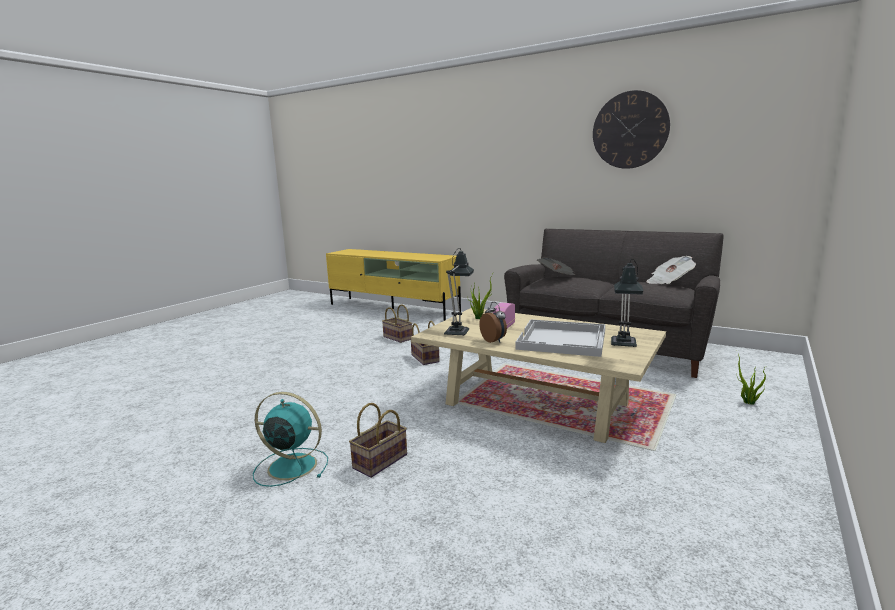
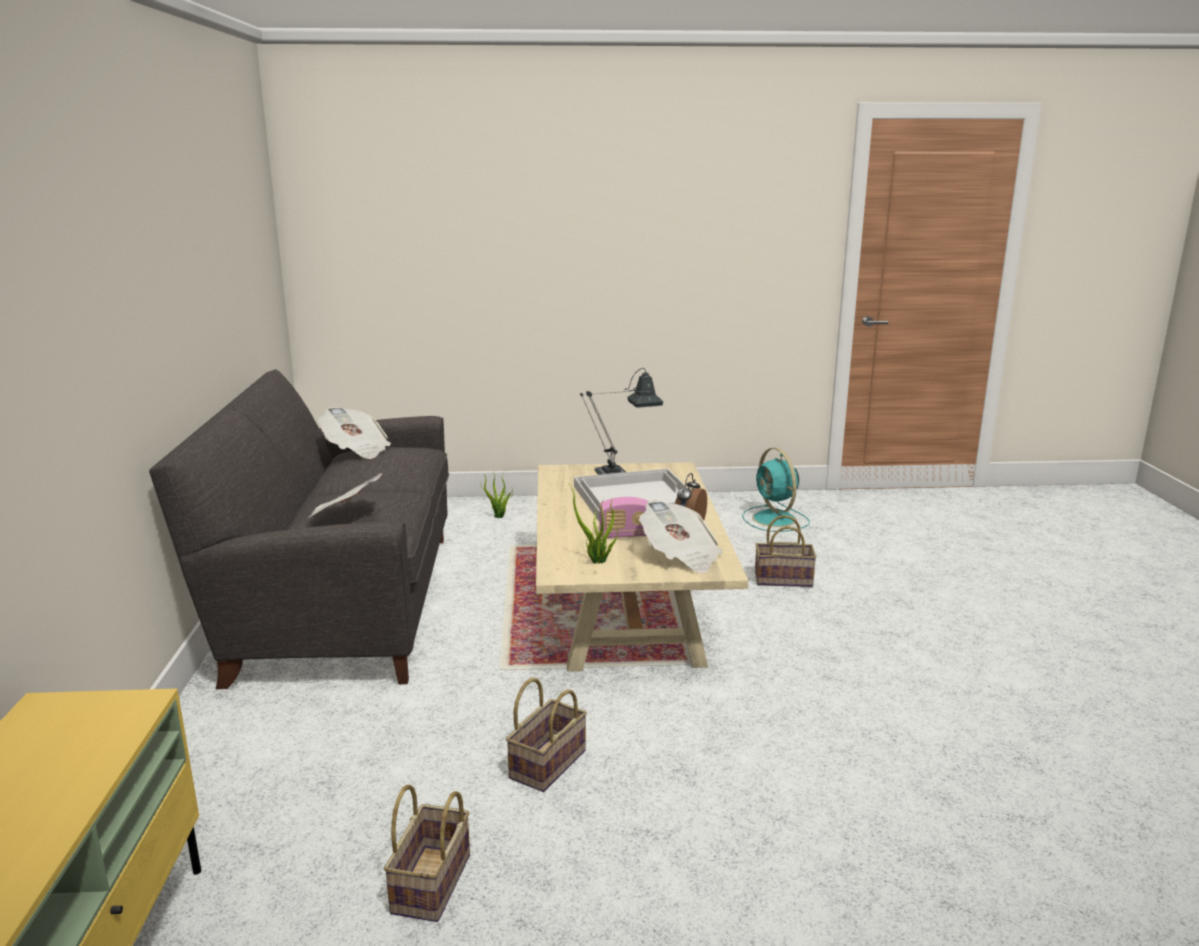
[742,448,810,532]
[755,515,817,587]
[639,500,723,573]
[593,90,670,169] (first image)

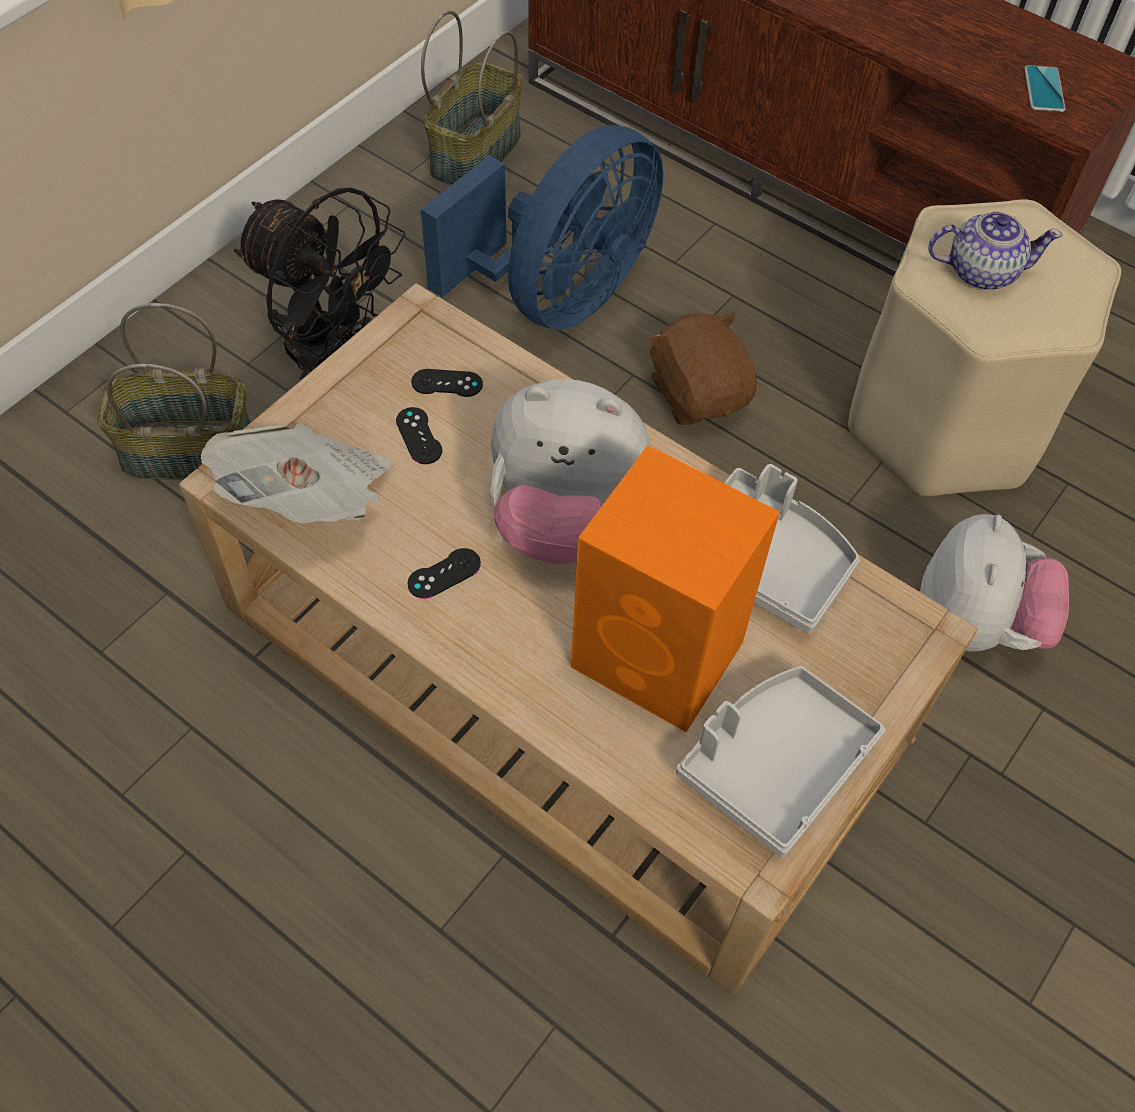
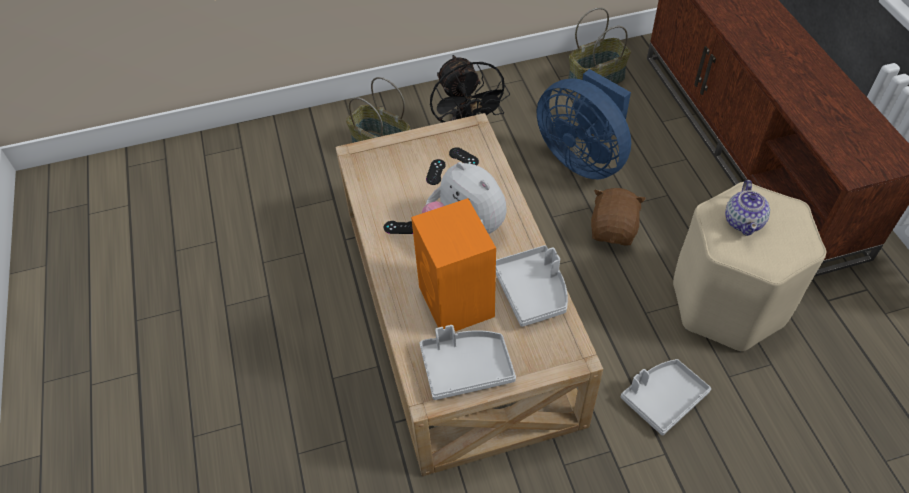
[201,424,392,524] (first image)
[537,69,631,179]
[621,359,711,435]
[725,180,770,236]
[1025,65,1065,112] (first image)

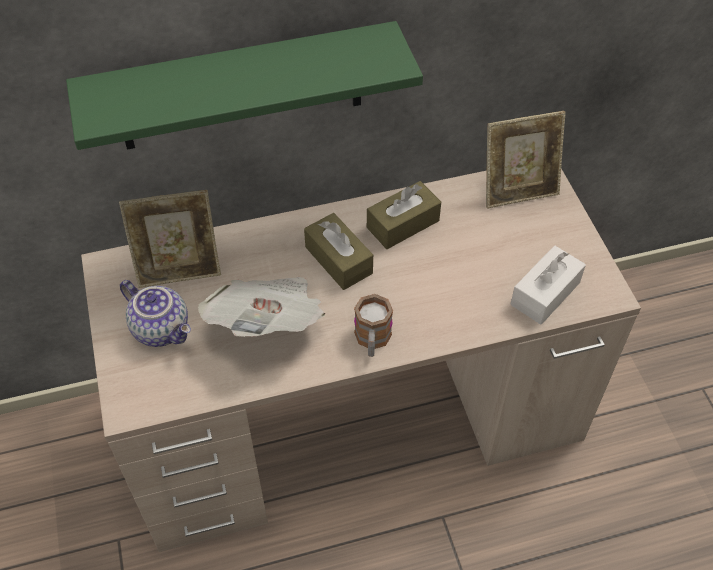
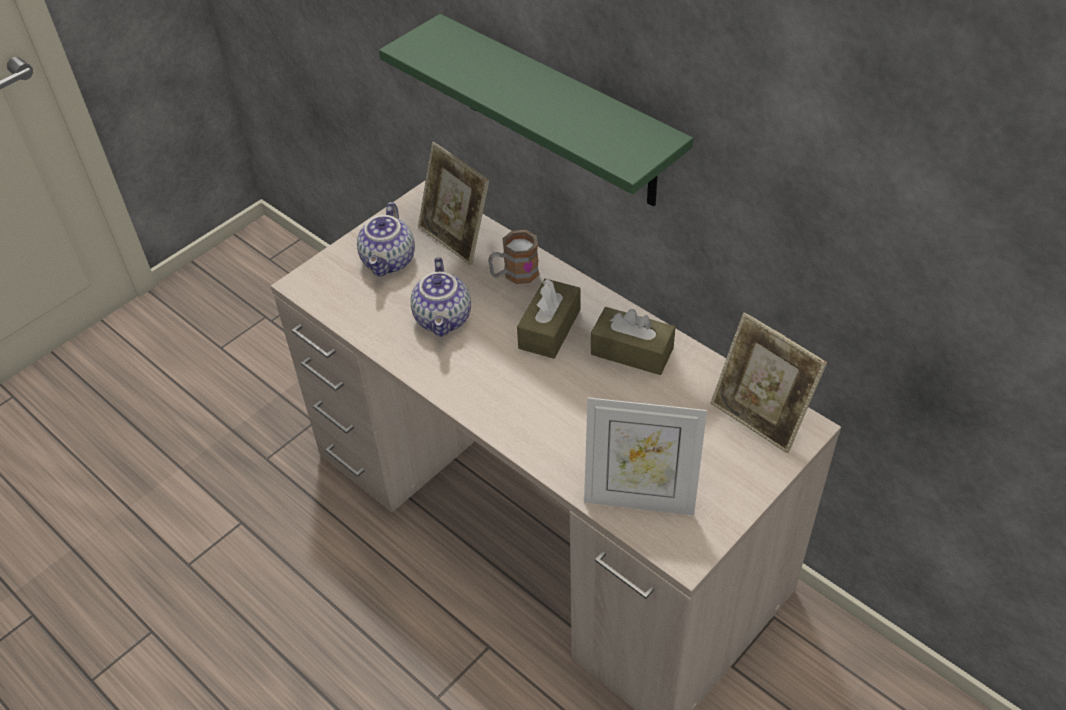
[411,257,471,337]
[488,230,539,284]
[584,398,707,515]

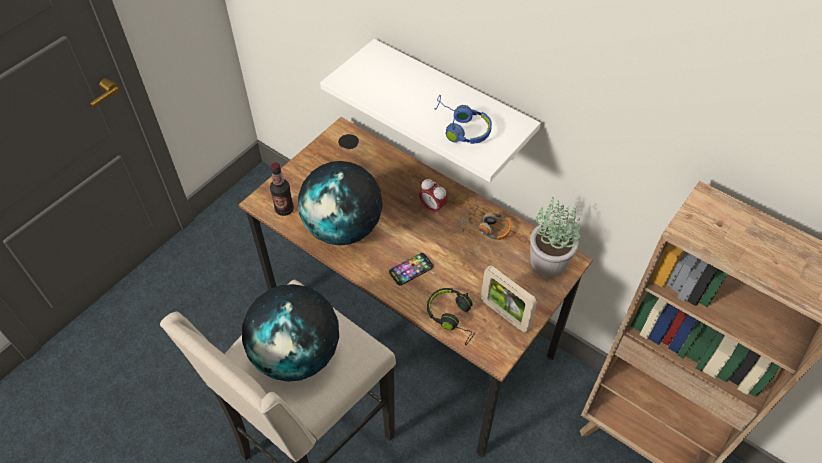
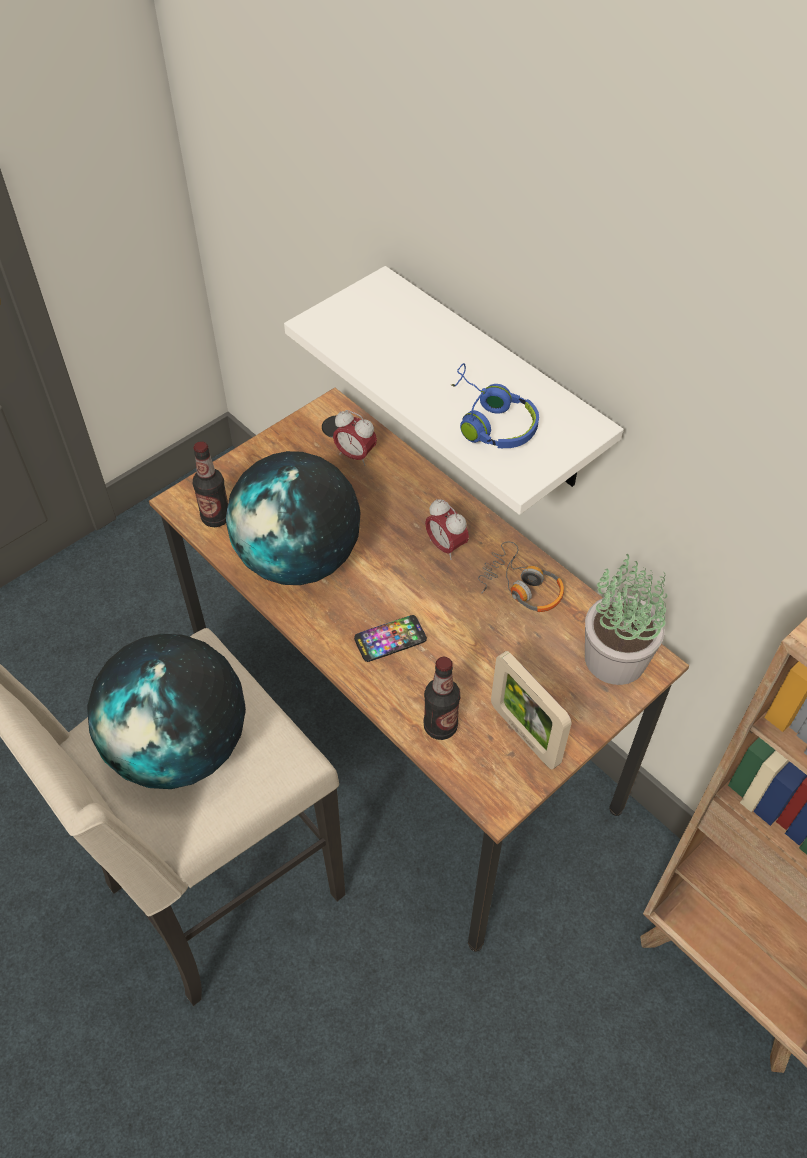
[423,657,461,740]
[333,410,377,466]

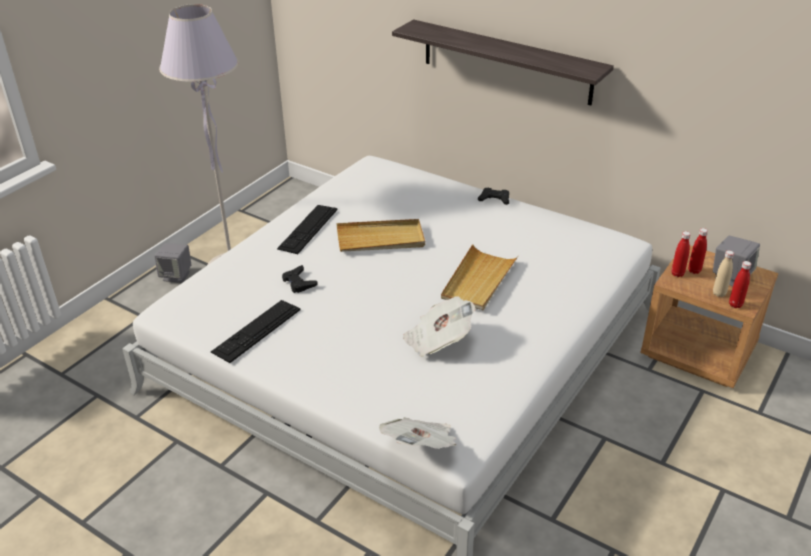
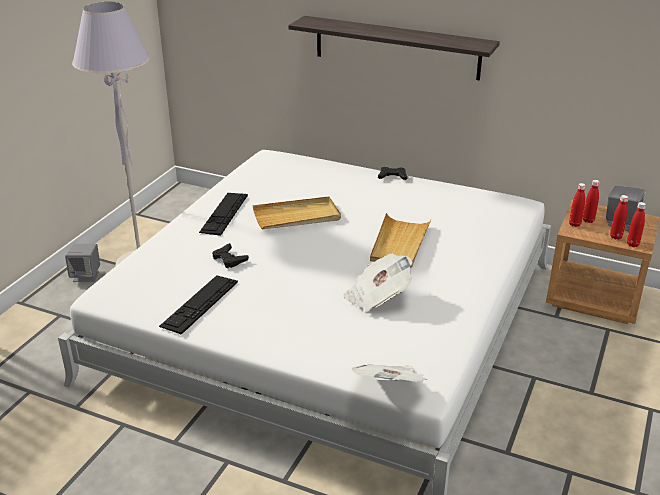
[610,195,628,240]

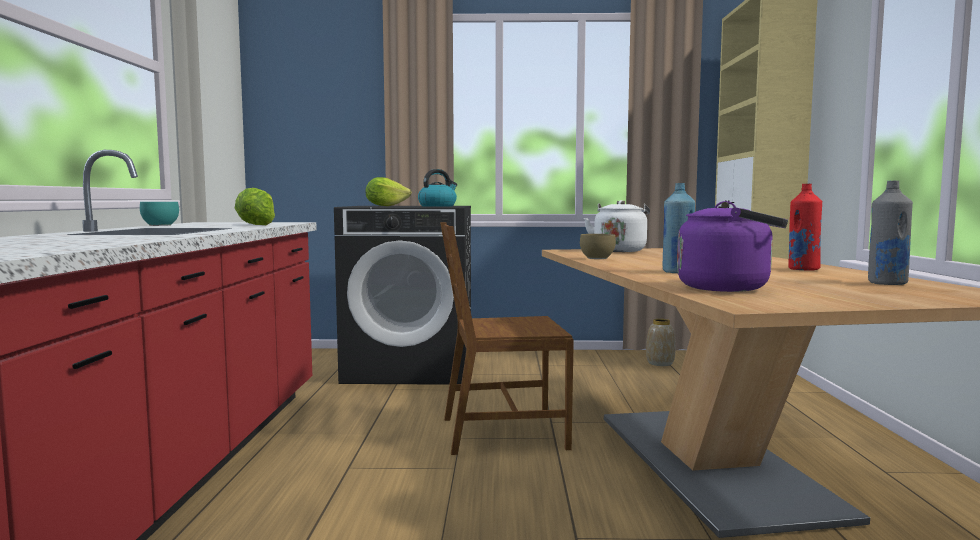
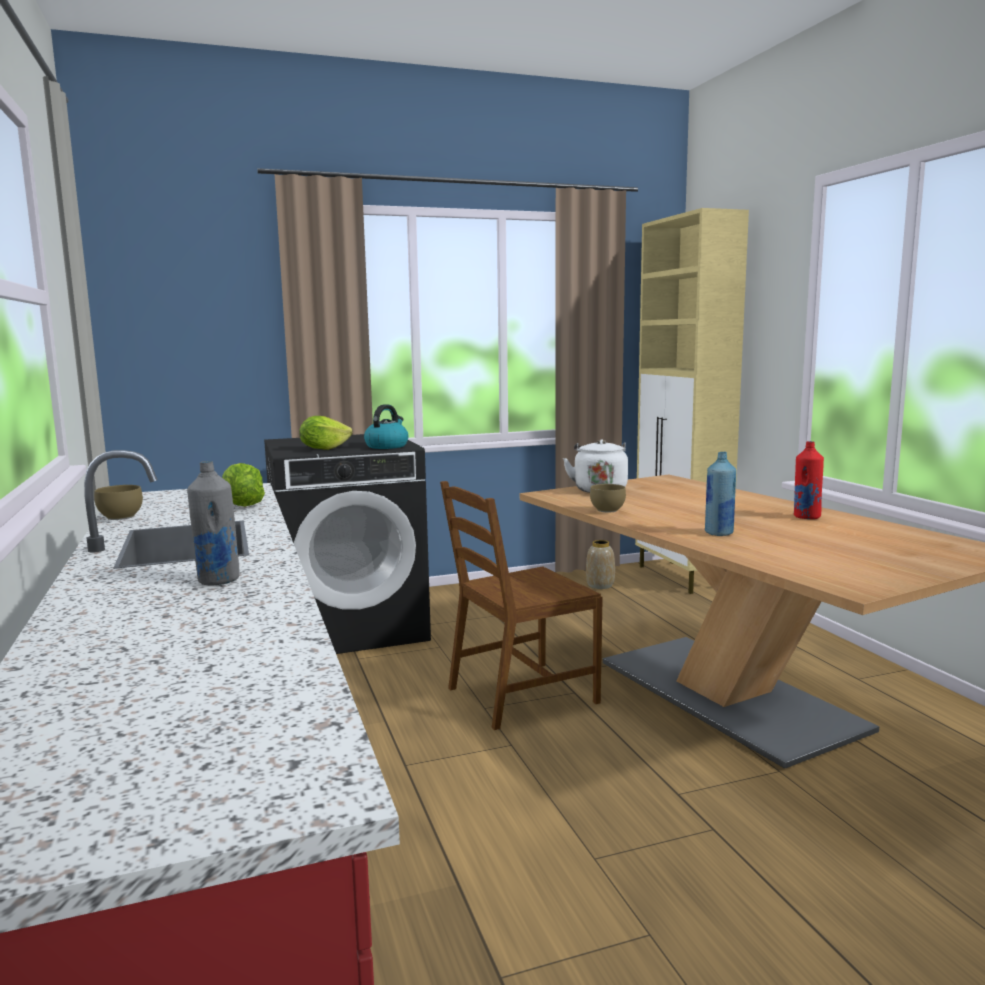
[94,485,143,520]
[677,201,788,292] (first image)
[187,461,240,586]

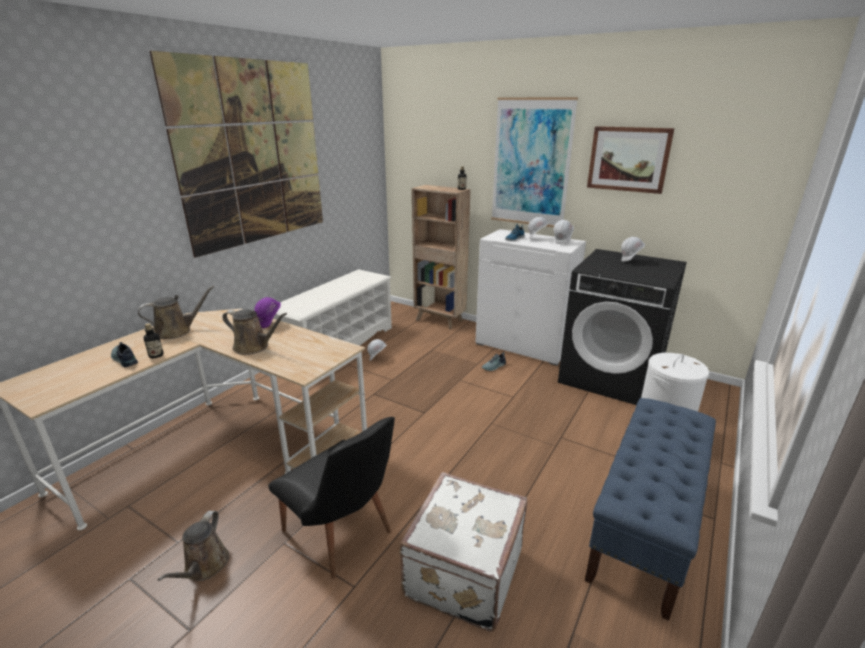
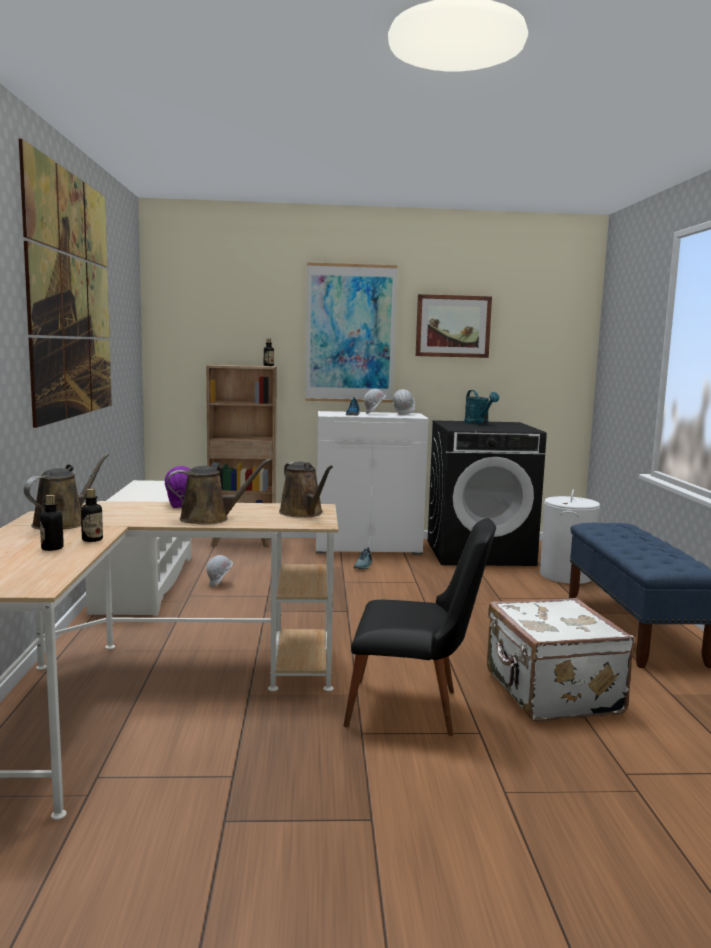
[40,495,64,551]
[279,462,333,518]
[464,390,499,425]

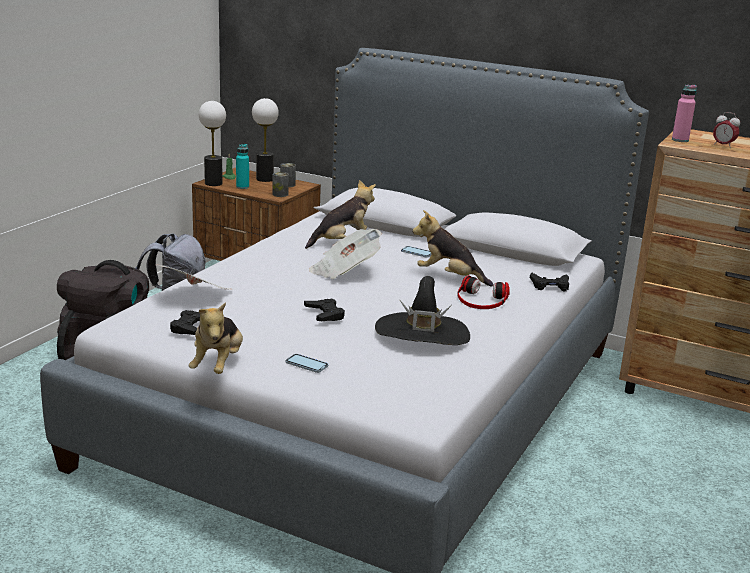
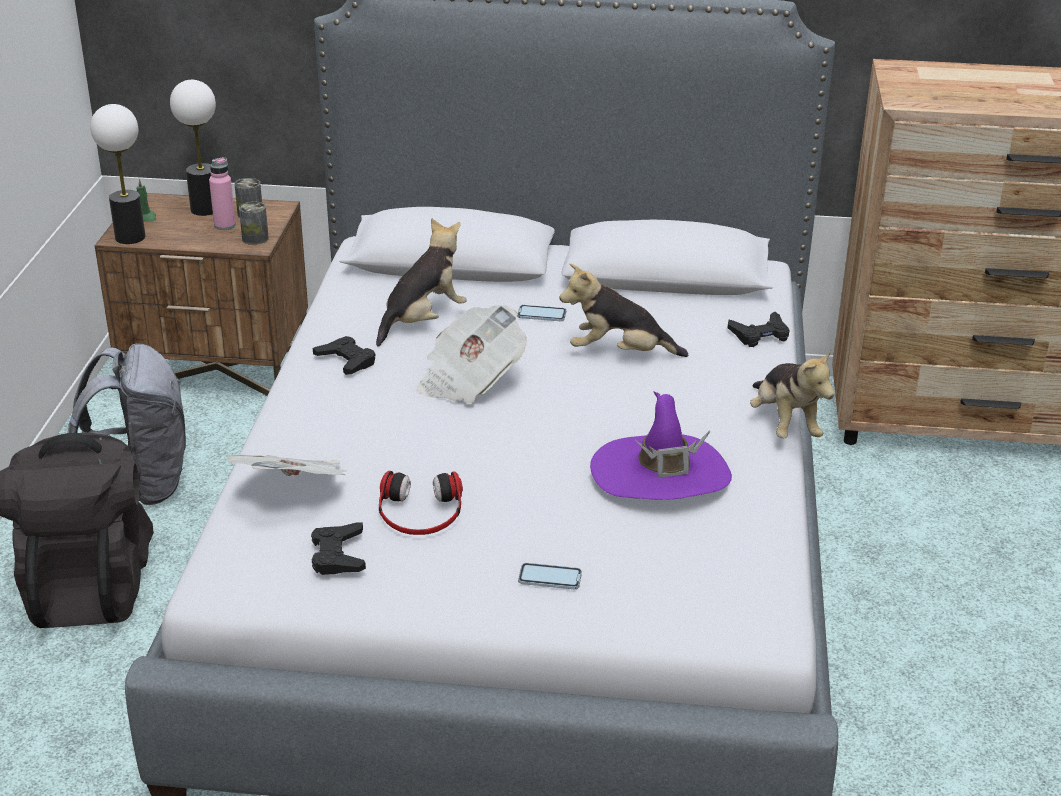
[750,350,835,438]
[236,144,249,189] (first image)
[313,336,375,375]
[590,391,732,500]
[379,471,463,535]
[209,157,236,230]
[713,112,740,148] (first image)

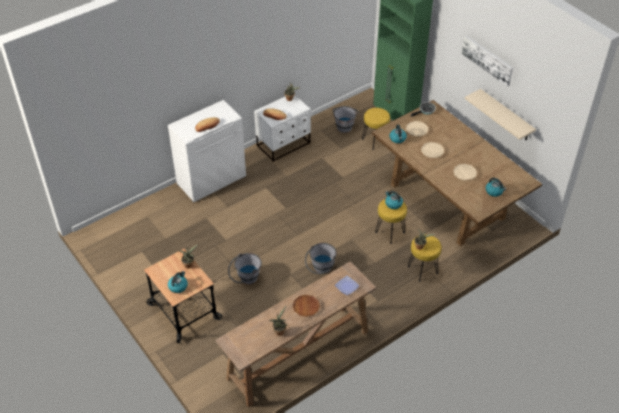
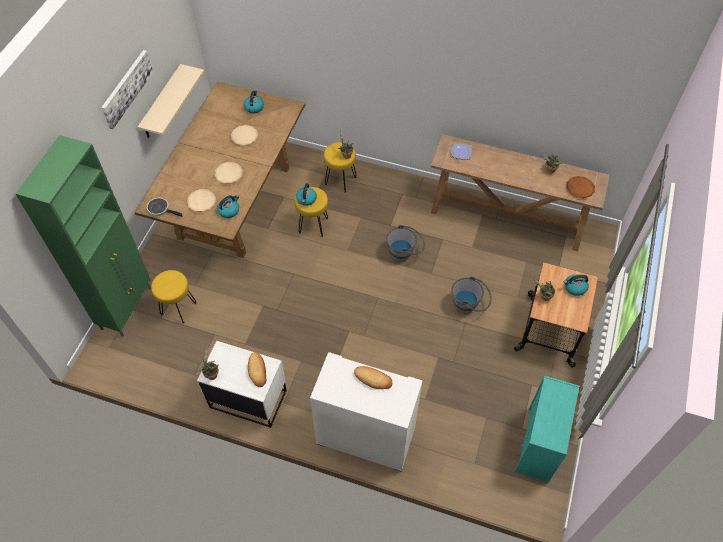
[566,176,595,198]
[332,106,359,133] (first image)
[514,375,580,482]

